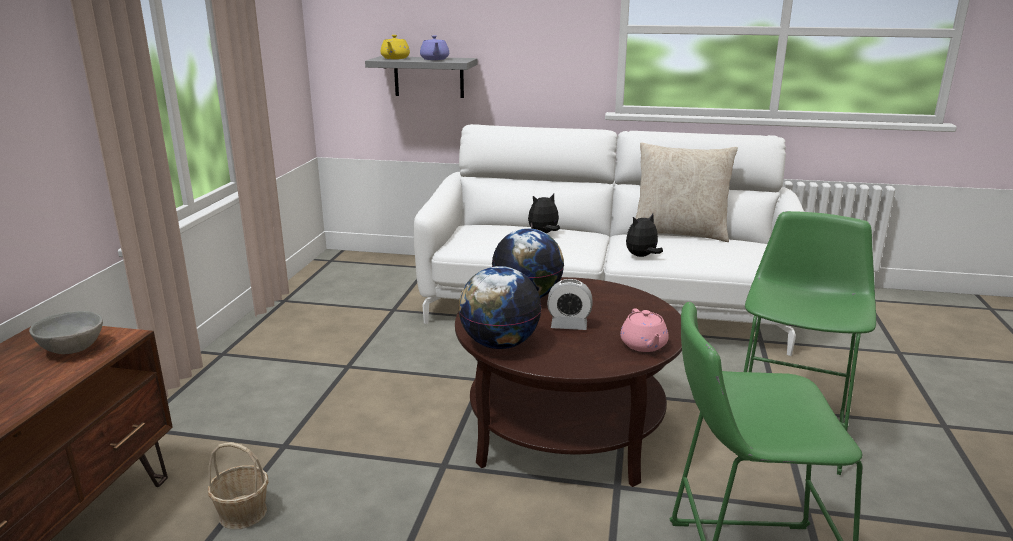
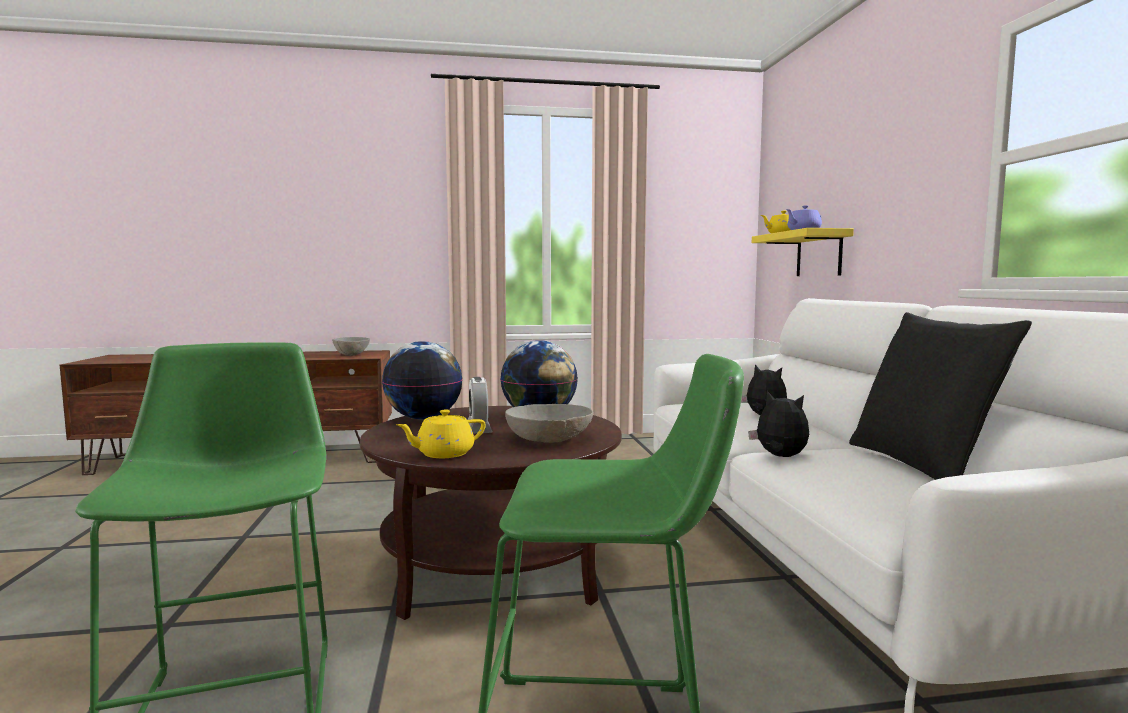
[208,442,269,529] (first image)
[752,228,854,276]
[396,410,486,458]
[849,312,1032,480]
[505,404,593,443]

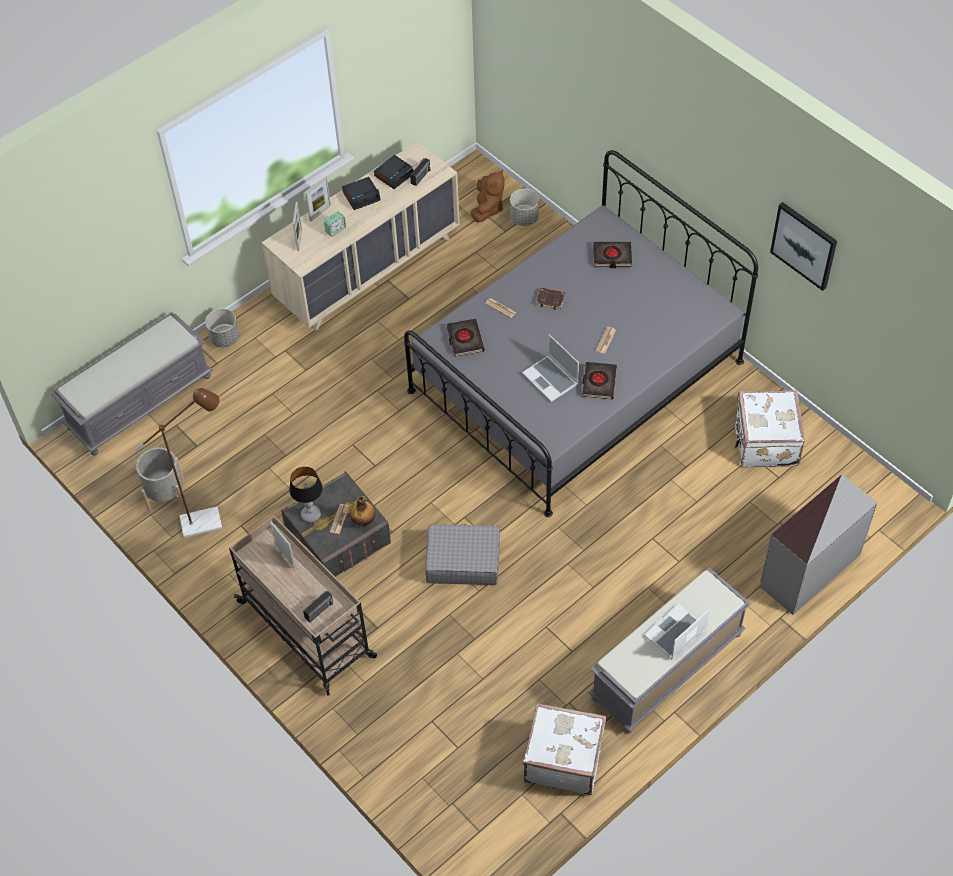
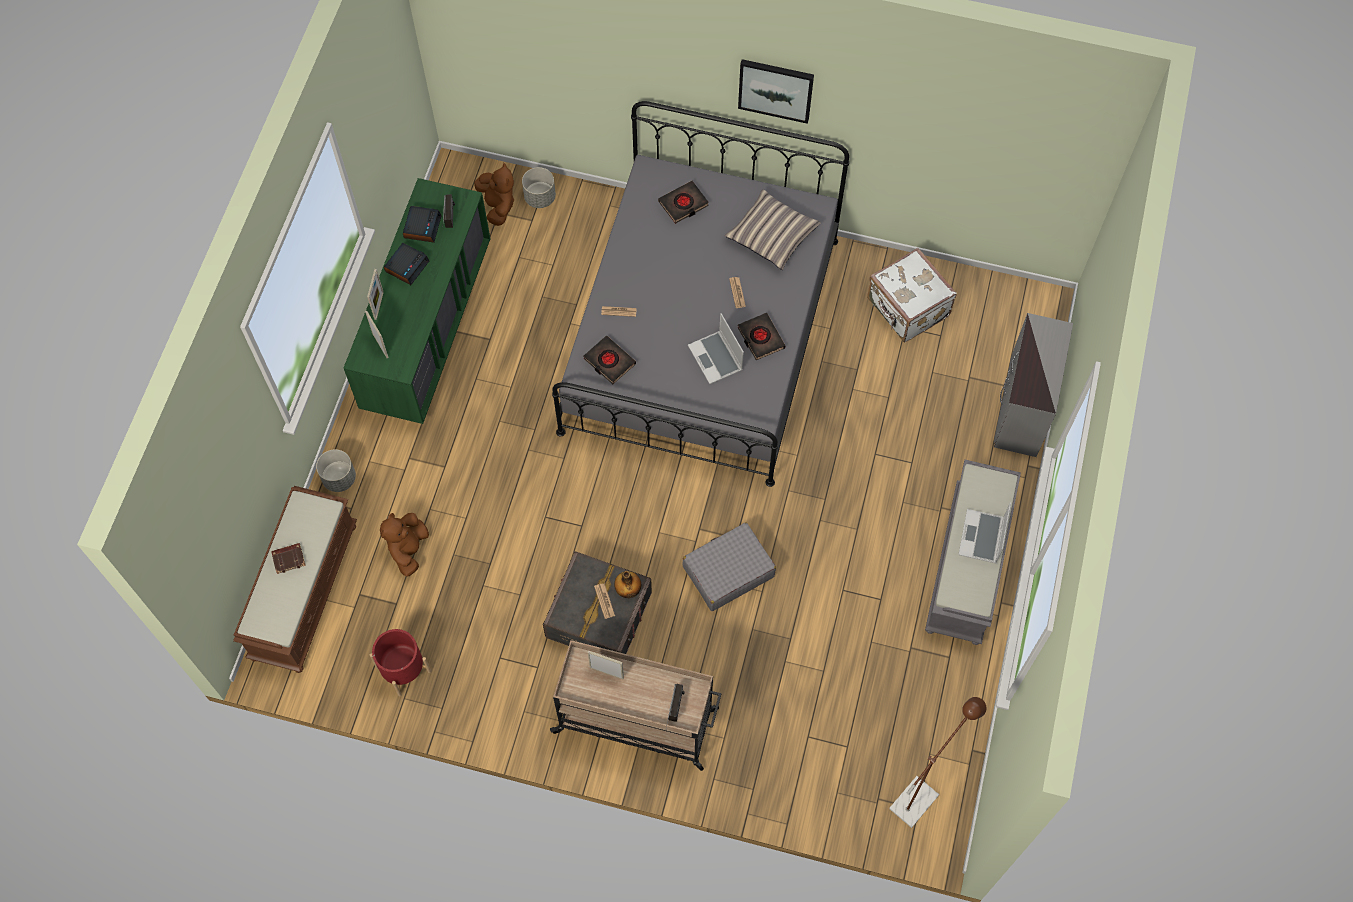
[233,486,357,673]
[889,697,987,828]
[370,629,431,696]
[344,178,490,424]
[289,467,323,523] (first image)
[324,212,346,237] (first image)
[688,313,744,384]
[523,703,606,795] (first image)
[271,543,306,574]
[738,59,814,124]
[380,513,429,576]
[725,189,821,270]

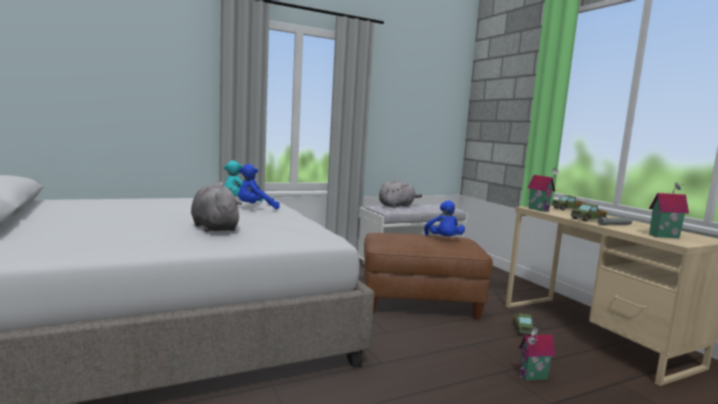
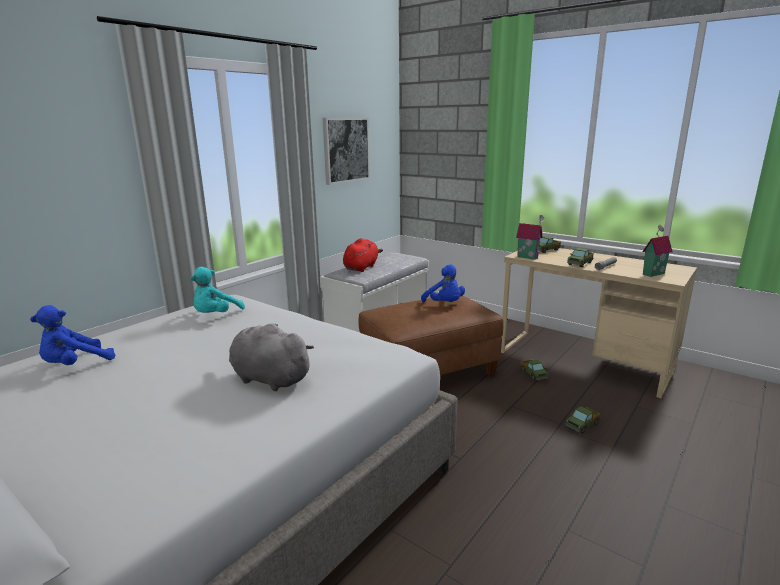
[30,305,115,365]
[343,238,383,272]
[565,406,601,433]
[323,117,370,185]

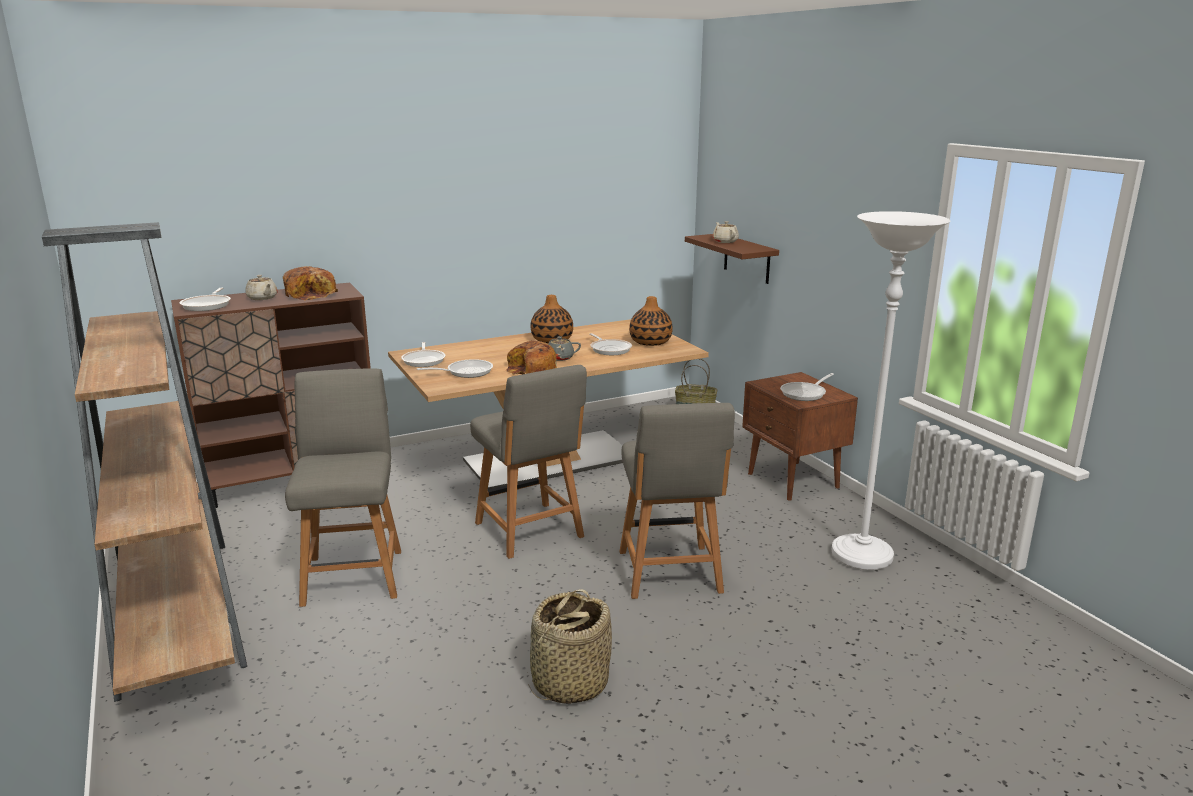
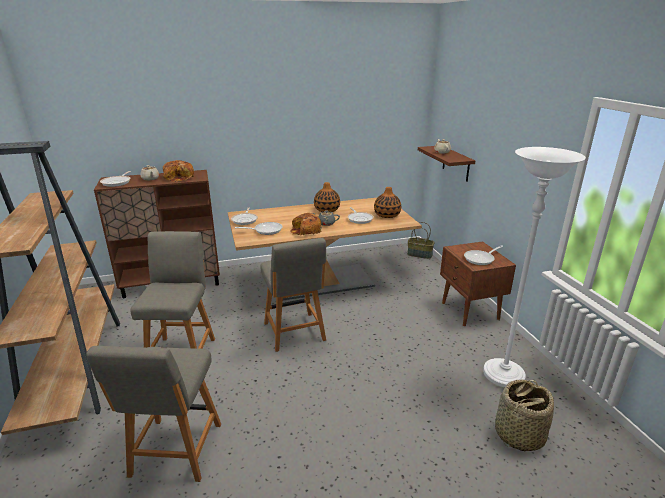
[495,379,554,451]
[86,346,221,482]

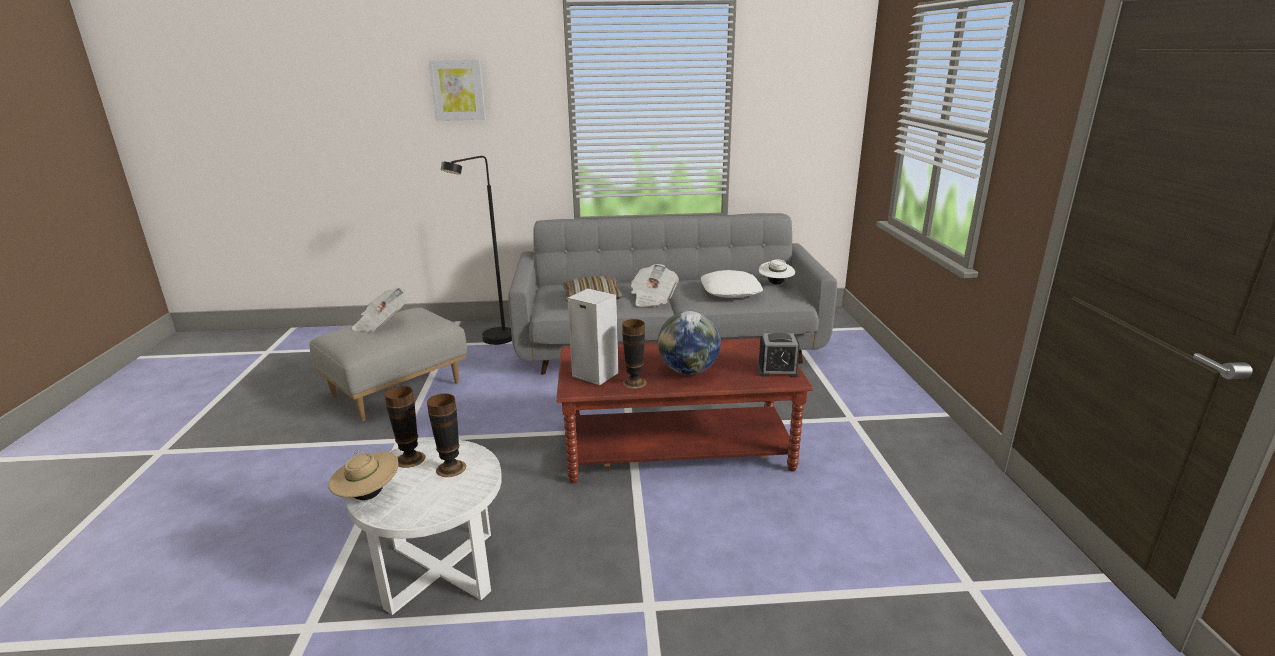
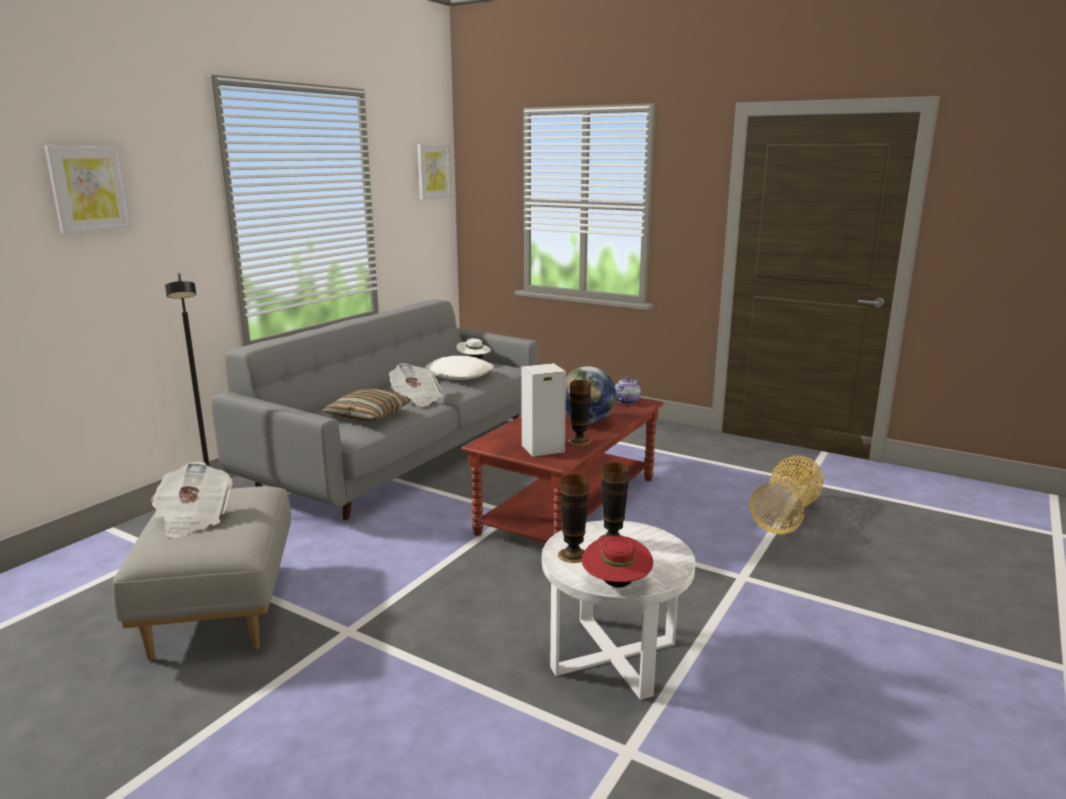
[582,536,653,587]
[615,377,641,405]
[417,144,450,199]
[749,455,824,534]

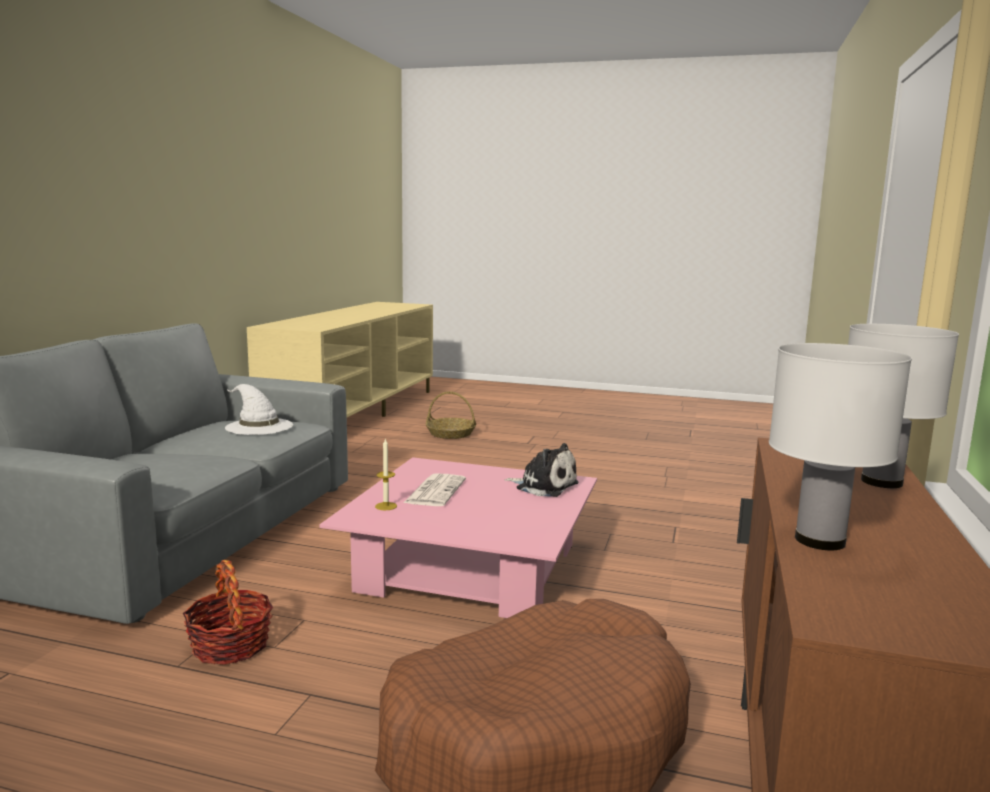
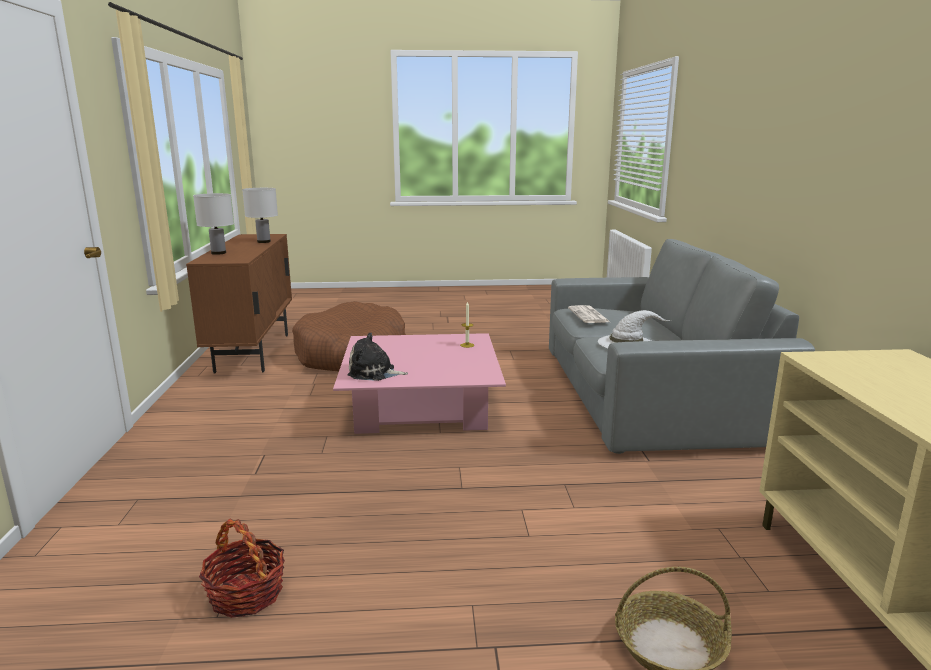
[199,518,285,618]
[568,305,610,323]

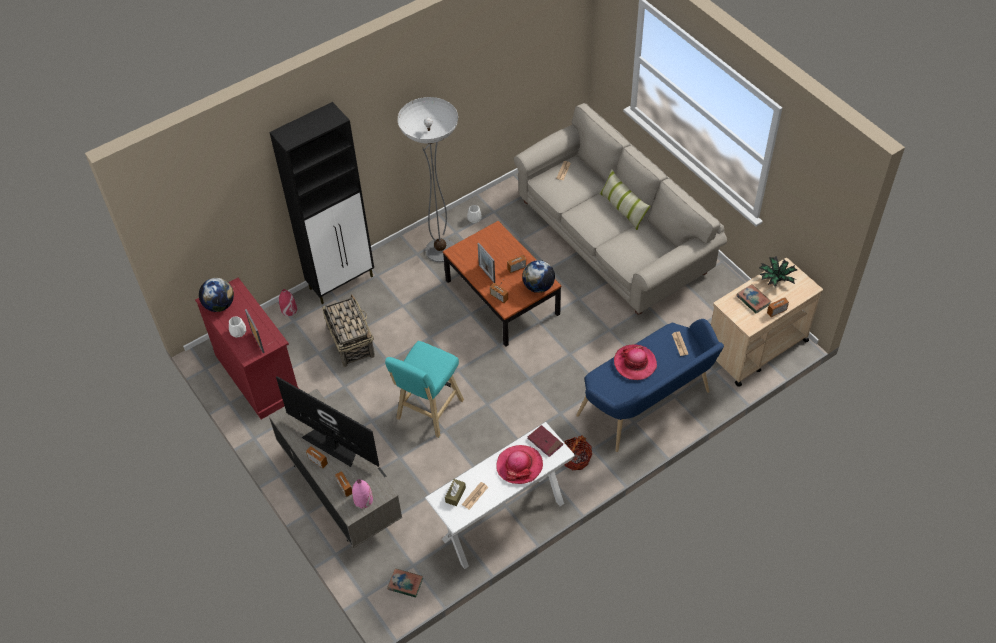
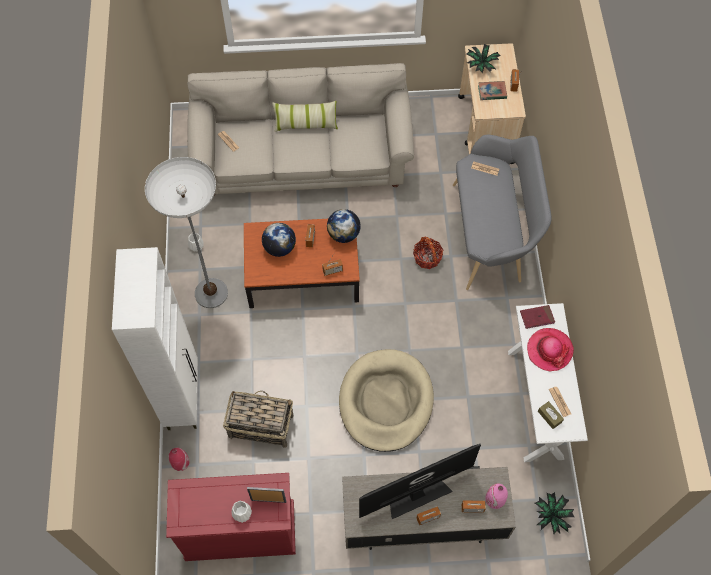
[262,223,296,257]
[112,247,198,430]
[339,349,434,452]
[535,492,574,534]
[477,243,495,283] (first image)
[413,237,443,269]
[453,135,551,290]
[614,344,657,380] (first image)

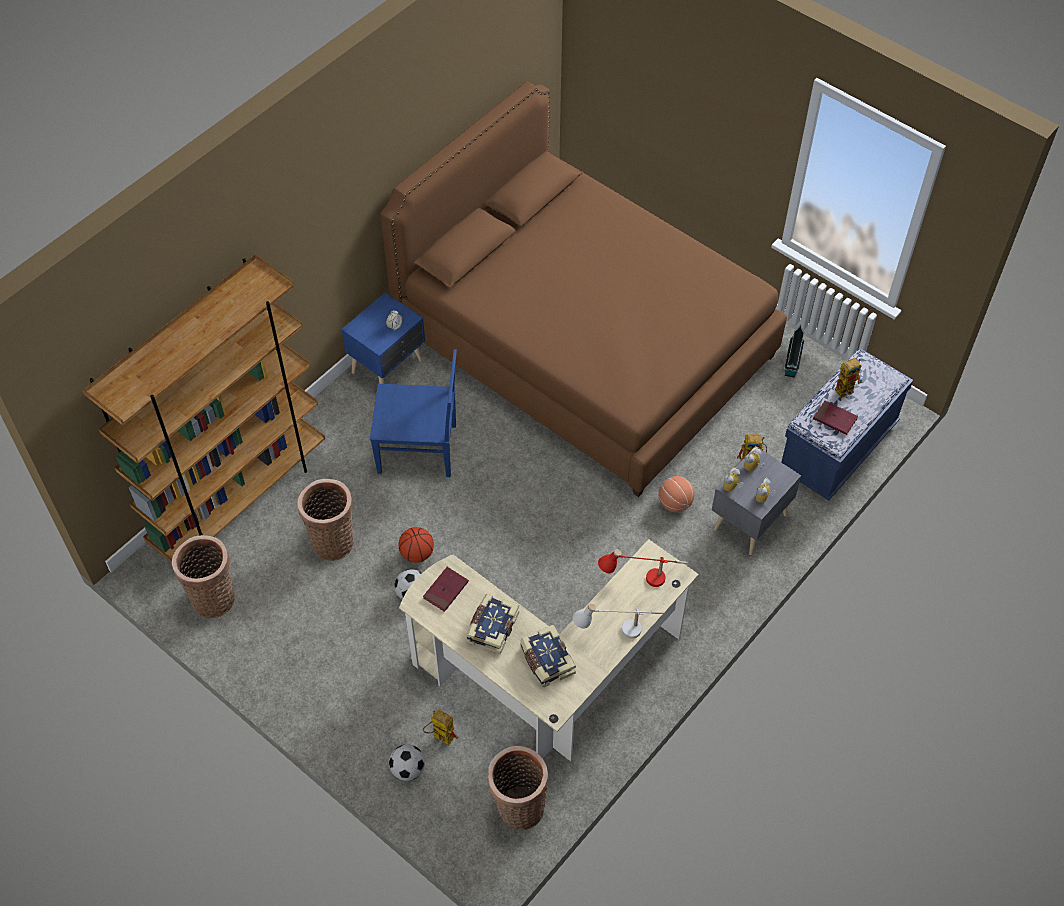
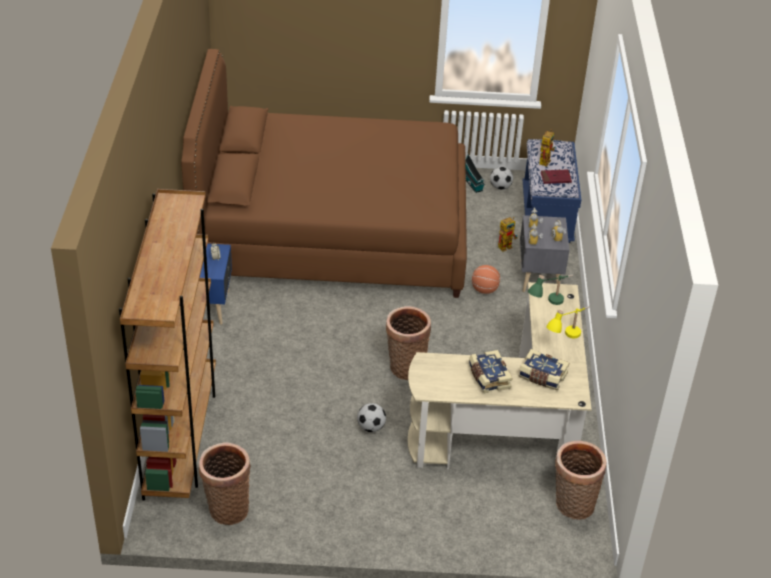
[386,306,431,380]
[370,349,457,477] (first image)
[490,166,513,190]
[399,527,434,563] (first image)
[423,567,469,612] (first image)
[423,709,458,746] (first image)
[546,306,590,338]
[528,274,573,305]

